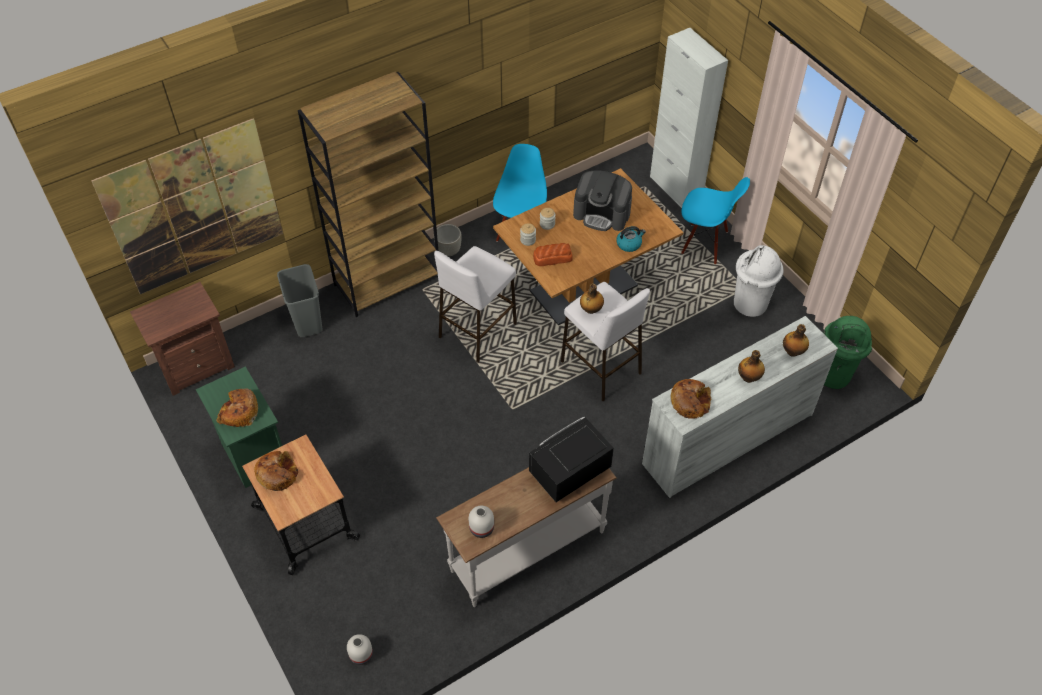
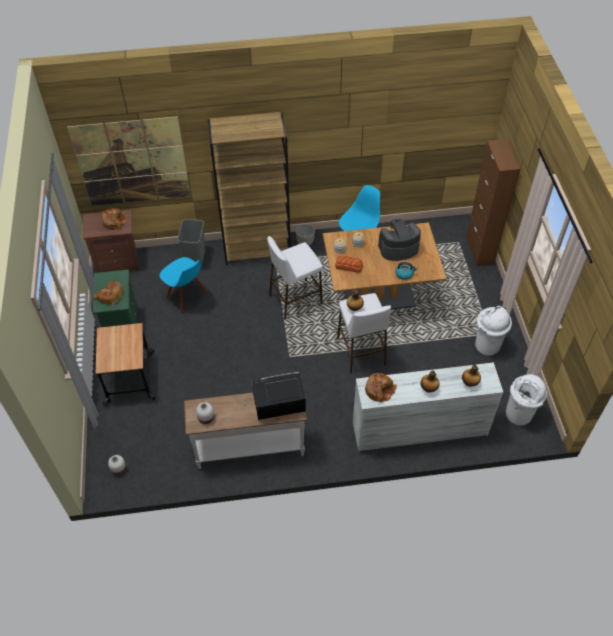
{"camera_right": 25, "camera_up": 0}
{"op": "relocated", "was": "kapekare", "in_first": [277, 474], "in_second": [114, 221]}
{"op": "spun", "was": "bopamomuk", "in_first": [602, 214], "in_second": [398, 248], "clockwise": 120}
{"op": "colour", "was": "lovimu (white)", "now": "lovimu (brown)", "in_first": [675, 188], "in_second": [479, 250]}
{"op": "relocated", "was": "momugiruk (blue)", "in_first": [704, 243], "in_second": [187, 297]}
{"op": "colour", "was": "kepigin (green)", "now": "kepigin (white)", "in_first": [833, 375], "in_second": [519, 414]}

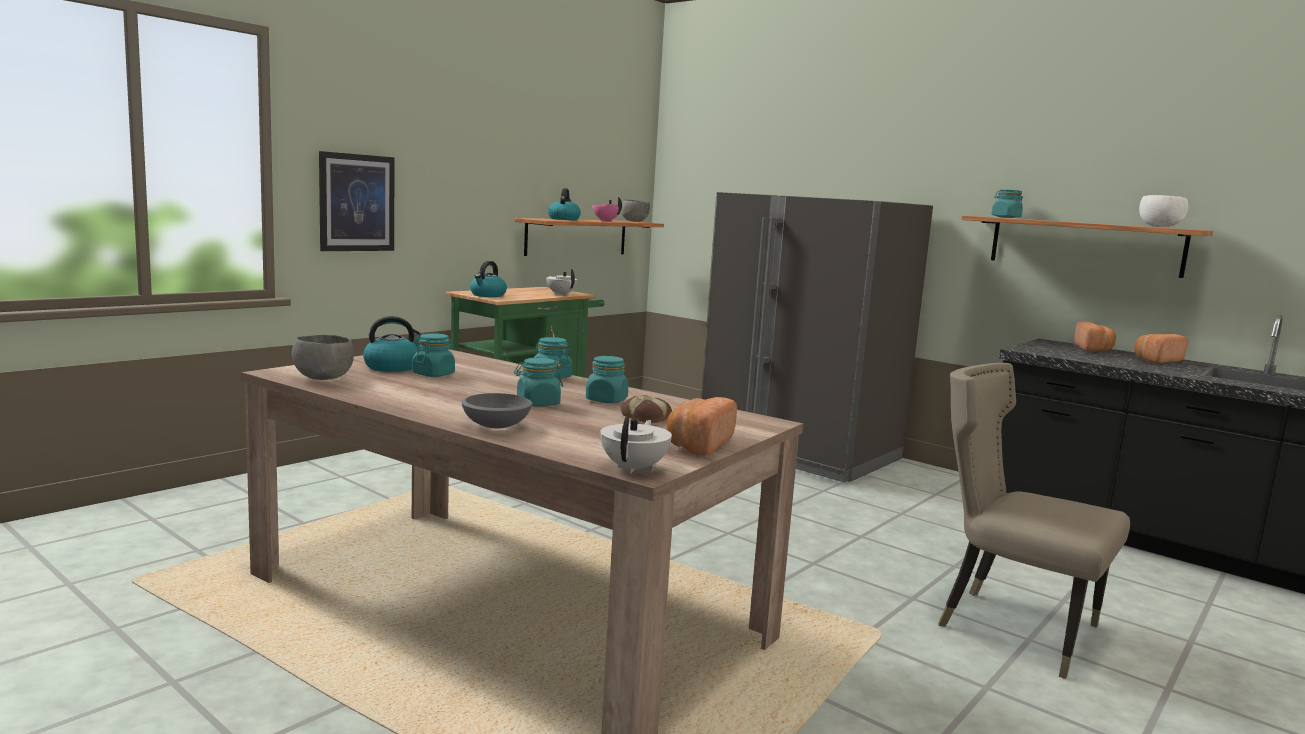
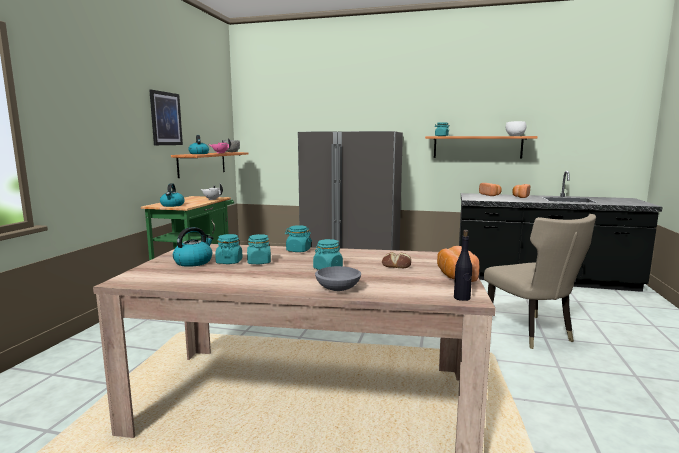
{"camera_right": -25, "camera_up": 0}
{"op": "missing", "was": "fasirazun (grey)", "in_first": [323, 378]}
{"op": "relocated", "was": "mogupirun", "in_first": [357, 203], "in_second": [166, 118]}
{"op": "relocated", "was": "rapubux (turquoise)", "in_first": [606, 400], "in_second": [259, 262]}
{"op": "exchanged", "was": "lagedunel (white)", "now": "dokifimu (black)", "in_first": [635, 468], "in_second": [462, 298]}
{"op": "spun", "was": "momugiruk (beige)", "in_first": [1010, 626], "in_second": [531, 333], "clockwise": -120}

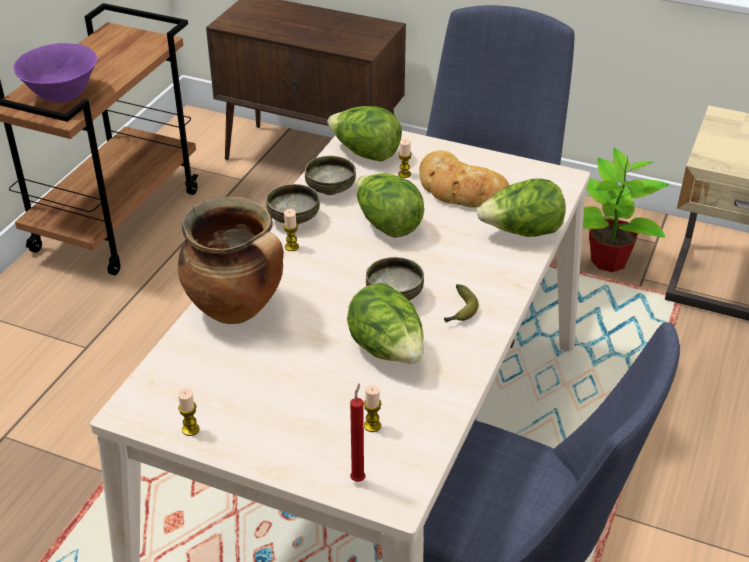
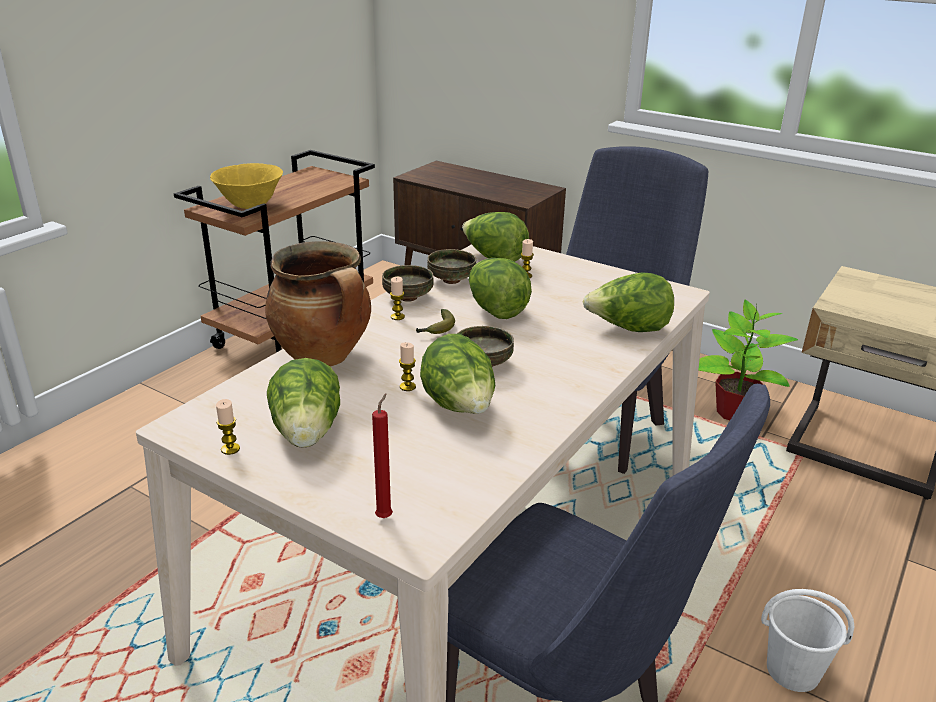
{"camera_right": 10, "camera_up": -10}
{"op": "colour", "was": "fasirazun (purple)", "now": "fasirazun (yellow)", "in_first": [62, 97], "in_second": [250, 206]}
{"op": "relocated", "was": "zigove", "in_first": [372, 425], "in_second": [407, 387]}
{"op": "missing", "was": "kapekare", "in_first": [460, 189]}
{"op": "relocated", "was": "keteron", "in_first": [460, 311], "in_second": [437, 329]}
{"op": "appeared", "now": "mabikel", "in_second": [307, 434]}
{"op": "appeared", "now": "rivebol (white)", "in_second": [793, 671]}

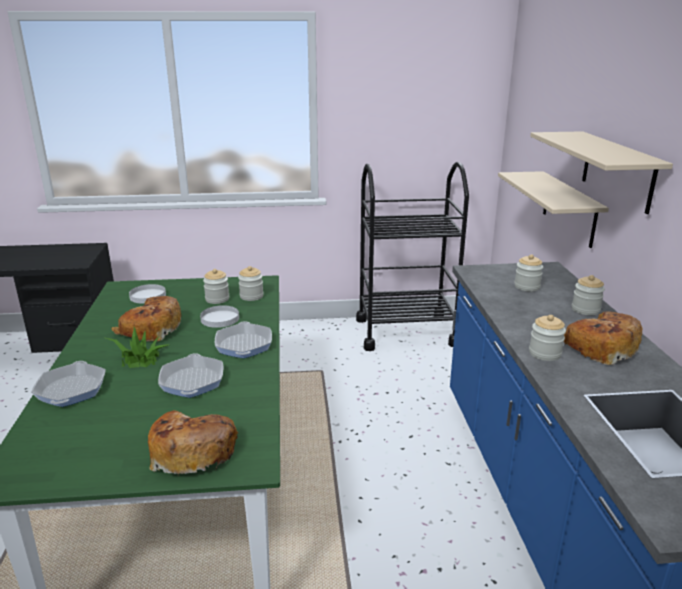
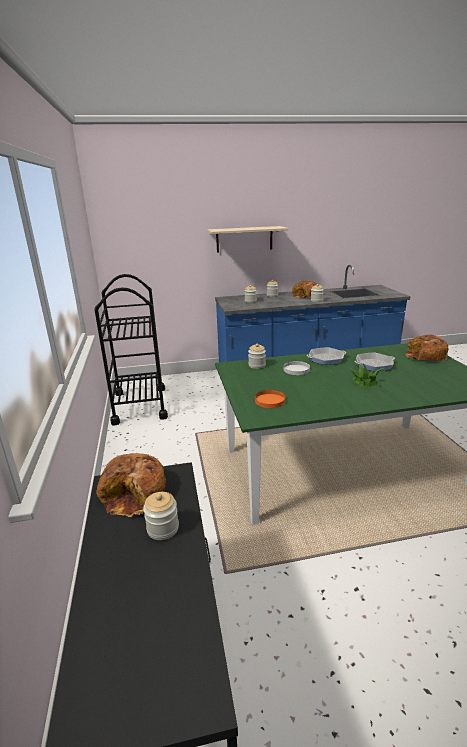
{"camera_right": -95, "camera_up": 0}
{"op": "missing", "was": "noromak", "in_first": [71, 389]}
{"op": "relocated", "was": "kapekare", "in_first": [150, 329], "in_second": [134, 493]}
{"op": "colour", "was": "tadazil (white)", "now": "tadazil (orange)", "in_first": [147, 296], "in_second": [270, 401]}
{"op": "relocated", "was": "rapubux", "in_first": [217, 299], "in_second": [163, 528]}
{"op": "missing", "was": "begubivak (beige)", "in_first": [569, 208]}

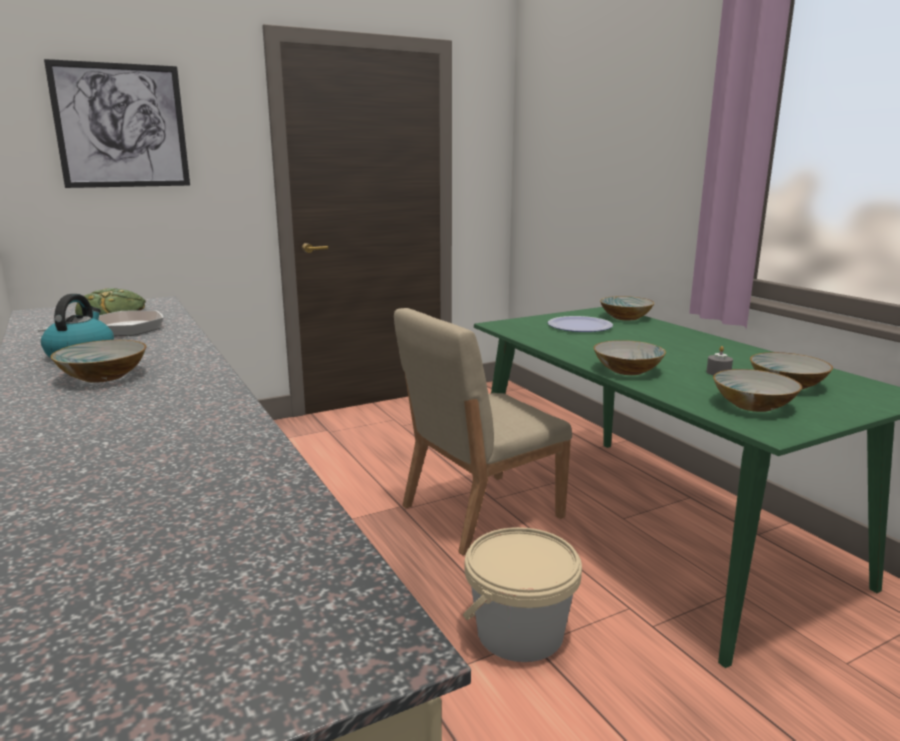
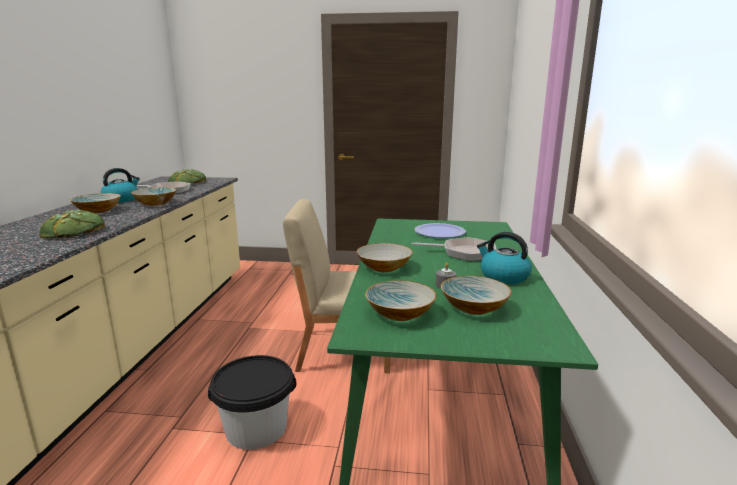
{"camera_right": 35, "camera_up": 0}
{"op": "missing", "was": "mogupirun", "in_first": [121, 126]}
{"op": "colour", "was": "rivebol (beige)", "now": "rivebol (black)", "in_first": [519, 632], "in_second": [256, 428]}
{"op": "relocated", "was": "fasirazun", "in_first": [626, 317], "in_second": [156, 203]}
{"op": "appeared", "now": "kapekare", "in_second": [74, 231]}
{"op": "appeared", "now": "noromak", "in_second": [464, 253]}
{"op": "appeared", "now": "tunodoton", "in_second": [503, 276]}

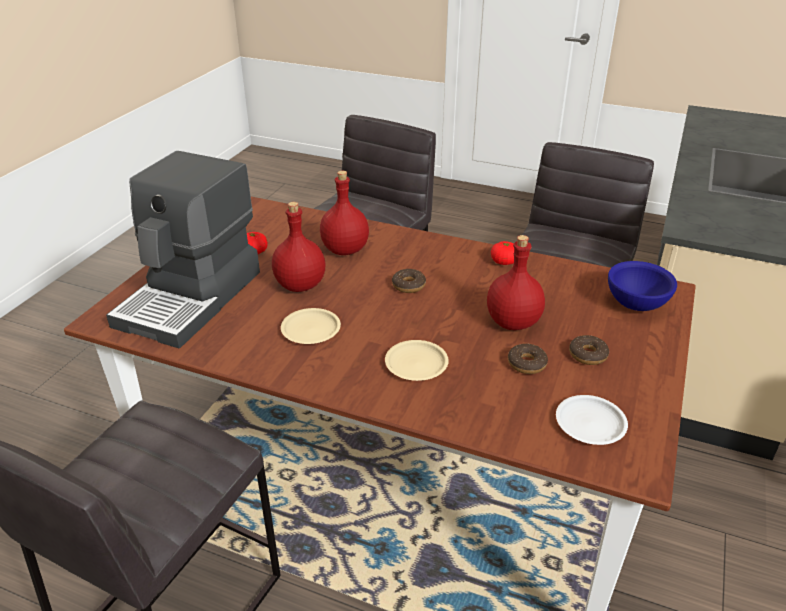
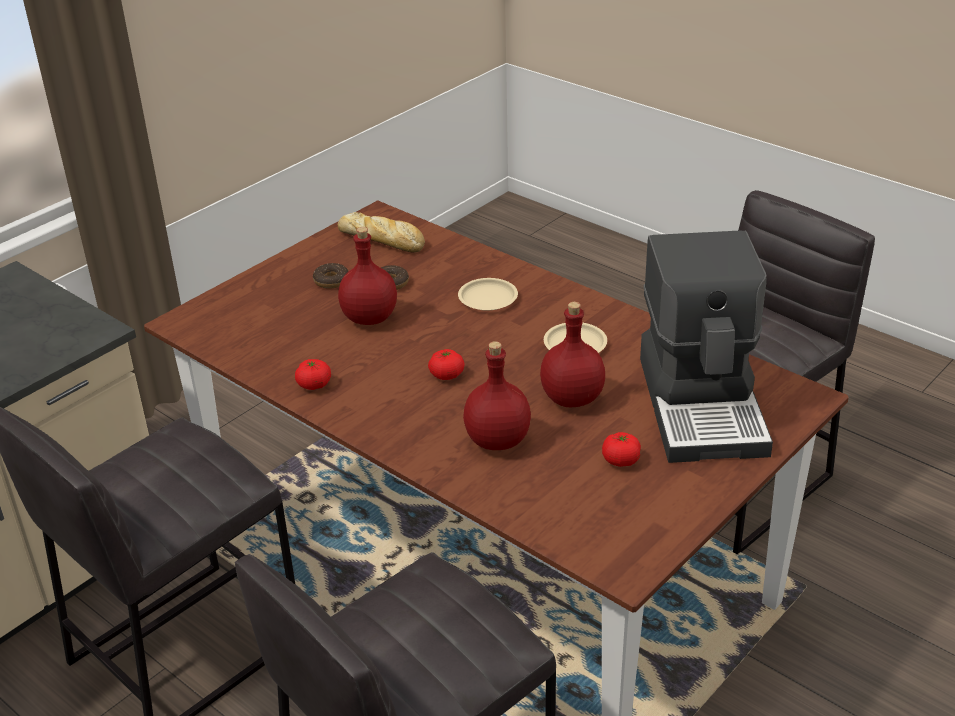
{"camera_right": -160, "camera_up": 0}
{"op": "spun", "was": "bopamomuk", "in_first": [192, 298], "in_second": [704, 404], "clockwise": 135}
{"op": "exchanged", "was": "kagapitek", "now": "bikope", "in_first": [408, 285], "in_second": [446, 375]}
{"op": "exchanged", "was": "tadazil (white)", "now": "kapekare", "in_first": [589, 423], "in_second": [383, 240]}
{"op": "missing", "was": "fasirazun (blue)", "in_first": [637, 304]}

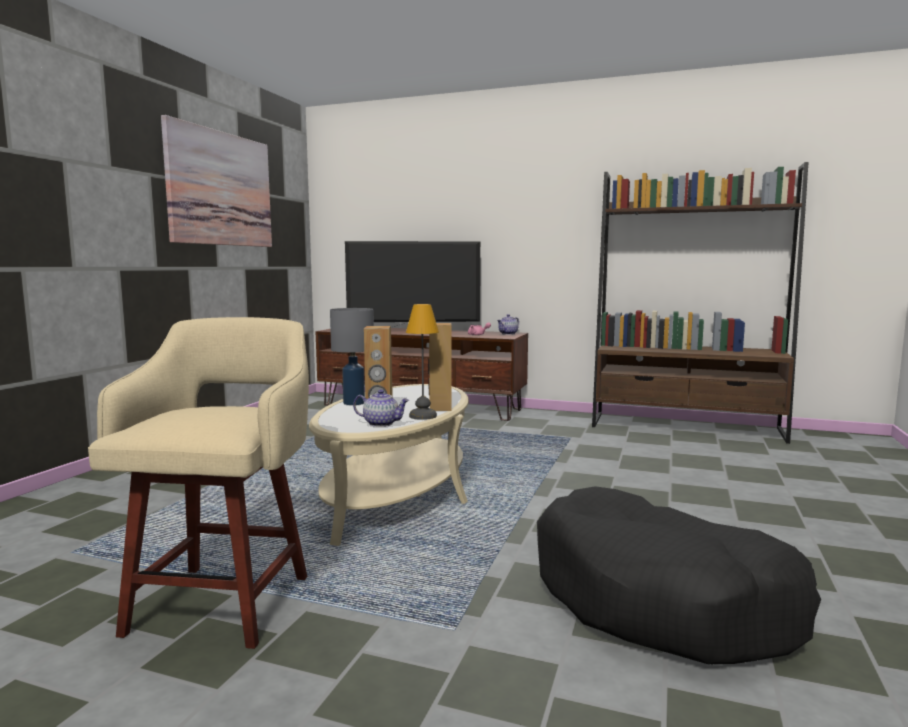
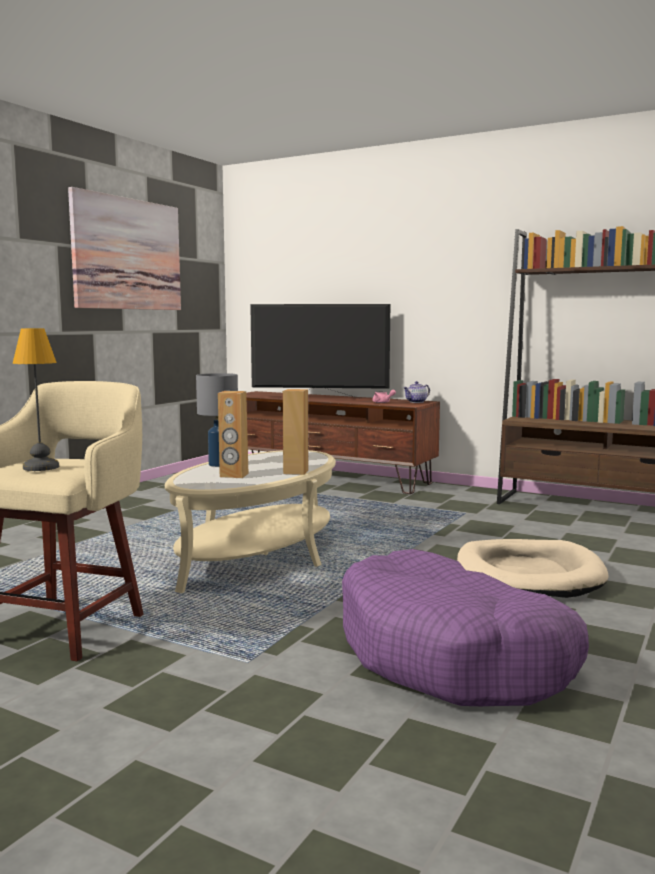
{"camera_right": 10, "camera_up": 0}
{"op": "missing", "was": "lagedunel", "in_first": [382, 423]}
{"op": "relocated", "was": "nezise", "in_first": [423, 416], "in_second": [42, 467]}
{"op": "colour", "was": "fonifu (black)", "now": "fonifu (purple)", "in_first": [662, 600], "in_second": [453, 656]}
{"op": "appeared", "now": "fonifu (beige)", "in_second": [529, 574]}

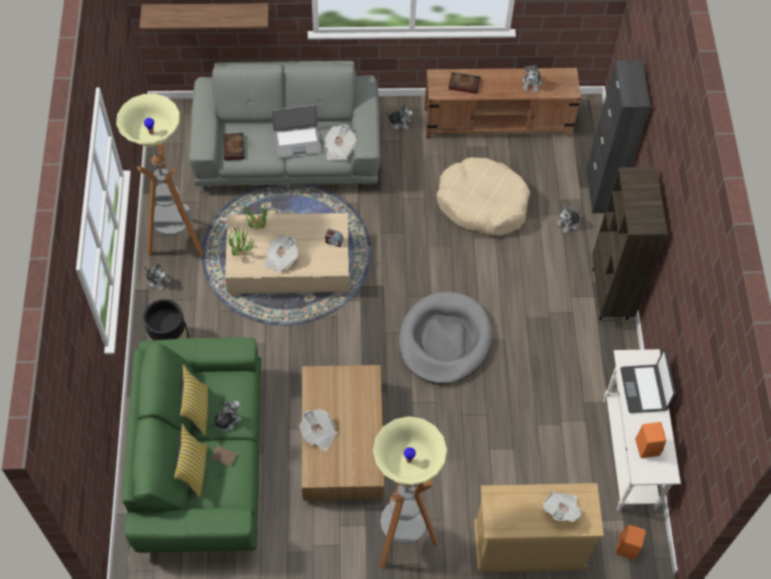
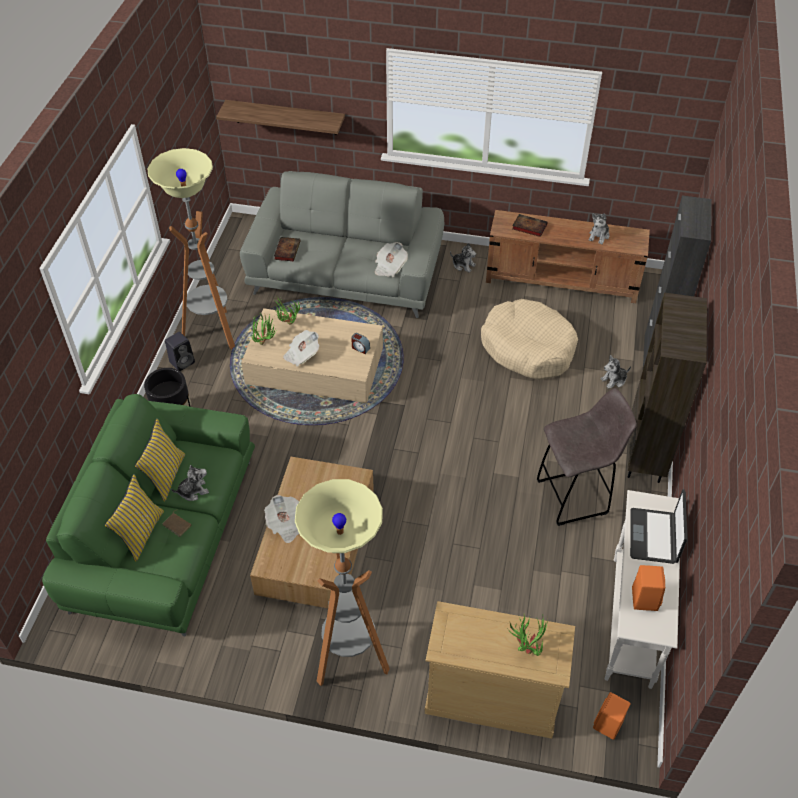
{"camera_right": 15, "camera_up": -10}
{"op": "exchanged", "was": "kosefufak", "now": "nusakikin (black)", "in_first": [158, 280], "in_second": [182, 362]}
{"op": "missing", "was": "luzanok", "in_first": [297, 142]}
{"op": "missing", "was": "fonifu (grey)", "in_first": [444, 340]}
{"op": "exchanged", "was": "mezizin", "now": "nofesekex", "in_first": [561, 509], "in_second": [525, 647]}
{"op": "appeared", "now": "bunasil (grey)", "in_second": [574, 496]}

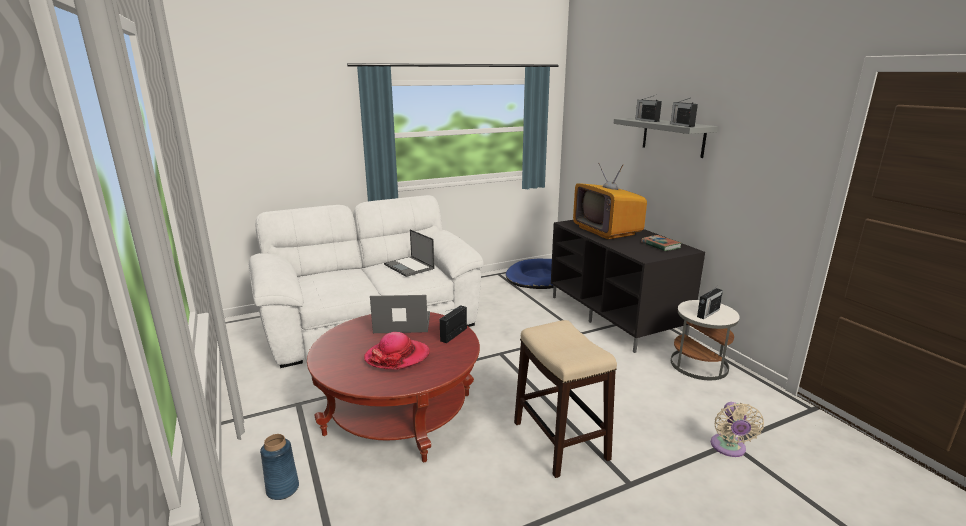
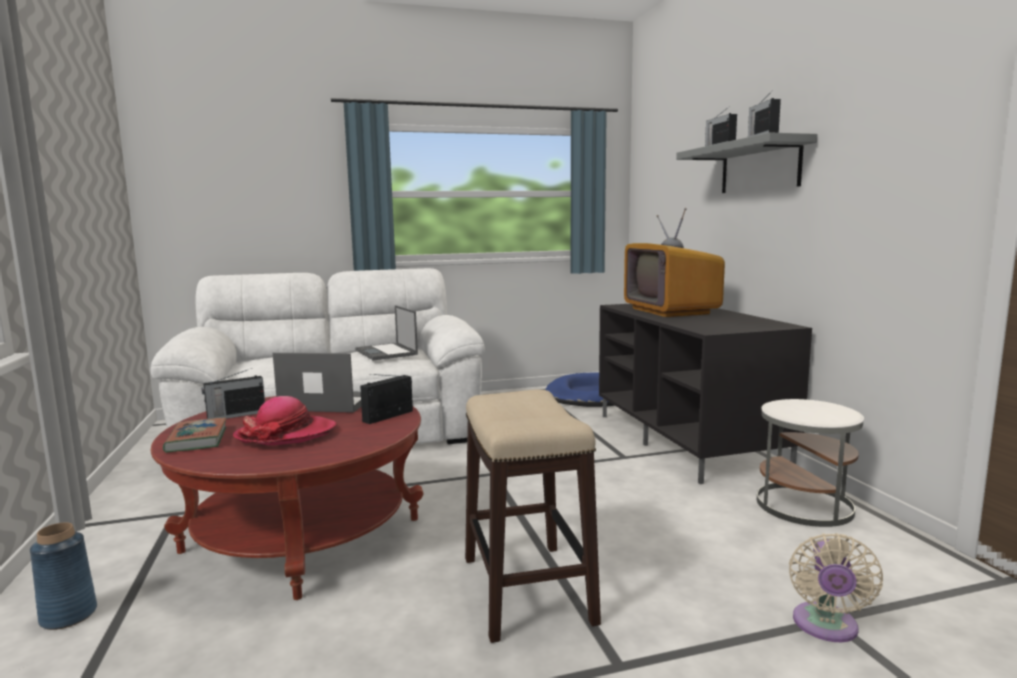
{"camera_right": 10, "camera_up": -10}
{"op": "relocated", "was": "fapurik", "in_first": [660, 245], "in_second": [197, 440]}
{"op": "relocated", "was": "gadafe", "in_first": [707, 313], "in_second": [235, 415]}

